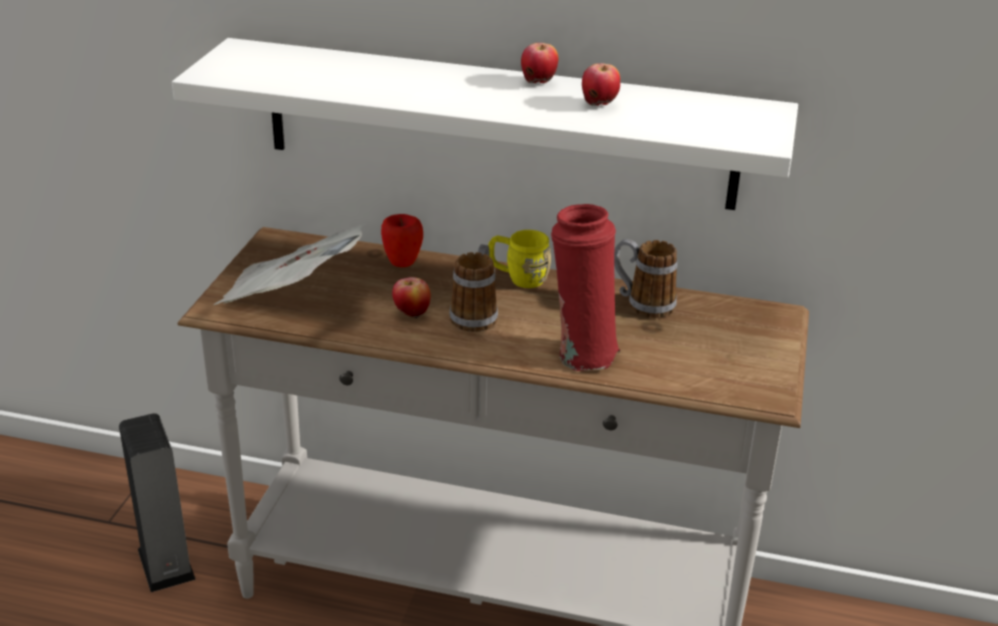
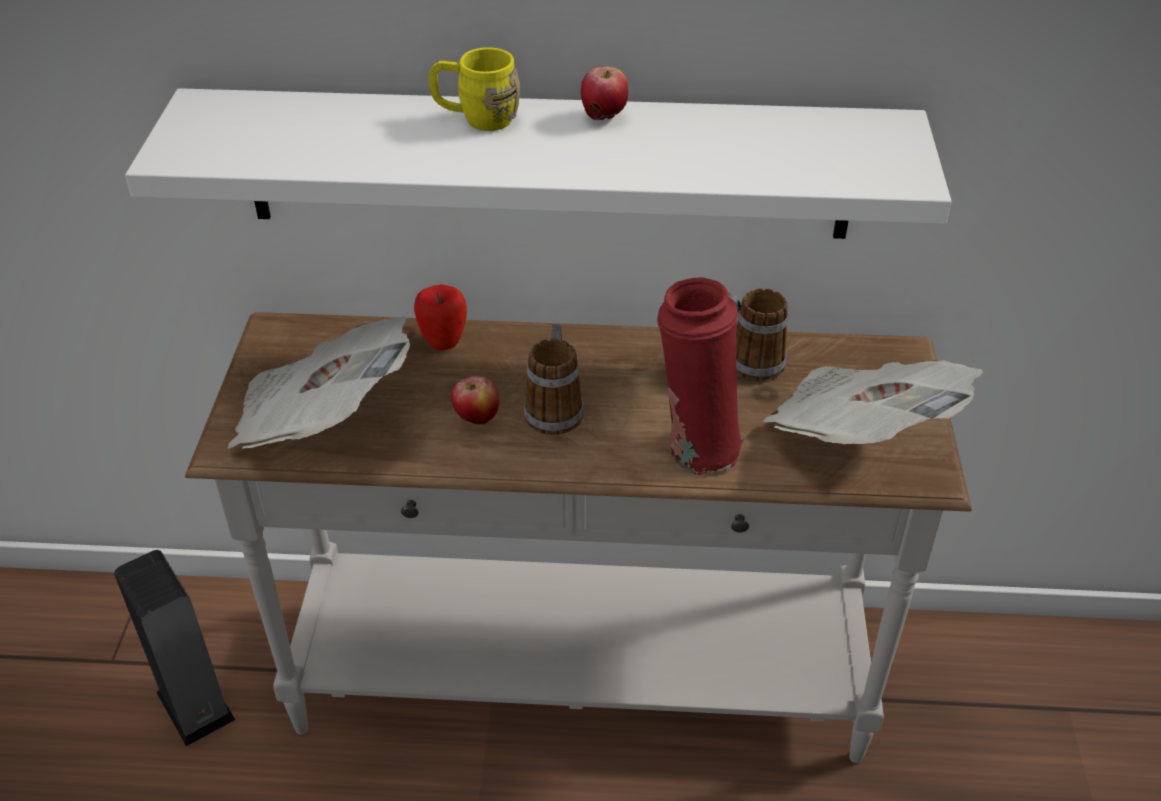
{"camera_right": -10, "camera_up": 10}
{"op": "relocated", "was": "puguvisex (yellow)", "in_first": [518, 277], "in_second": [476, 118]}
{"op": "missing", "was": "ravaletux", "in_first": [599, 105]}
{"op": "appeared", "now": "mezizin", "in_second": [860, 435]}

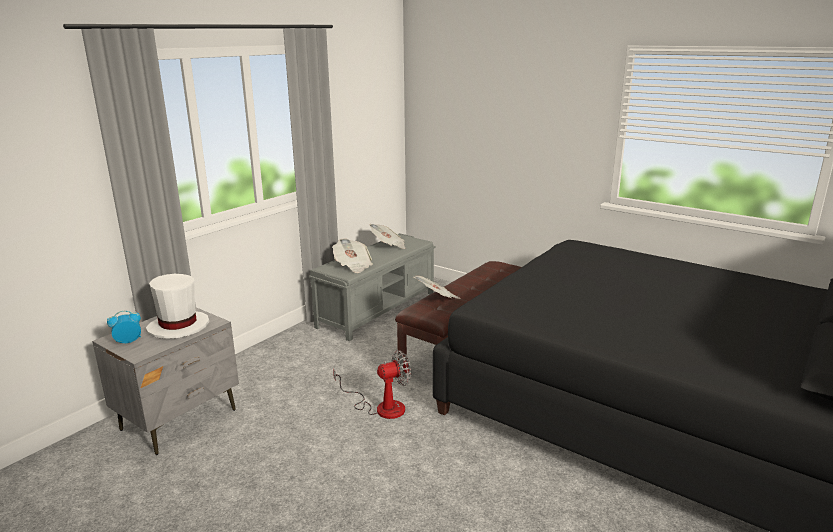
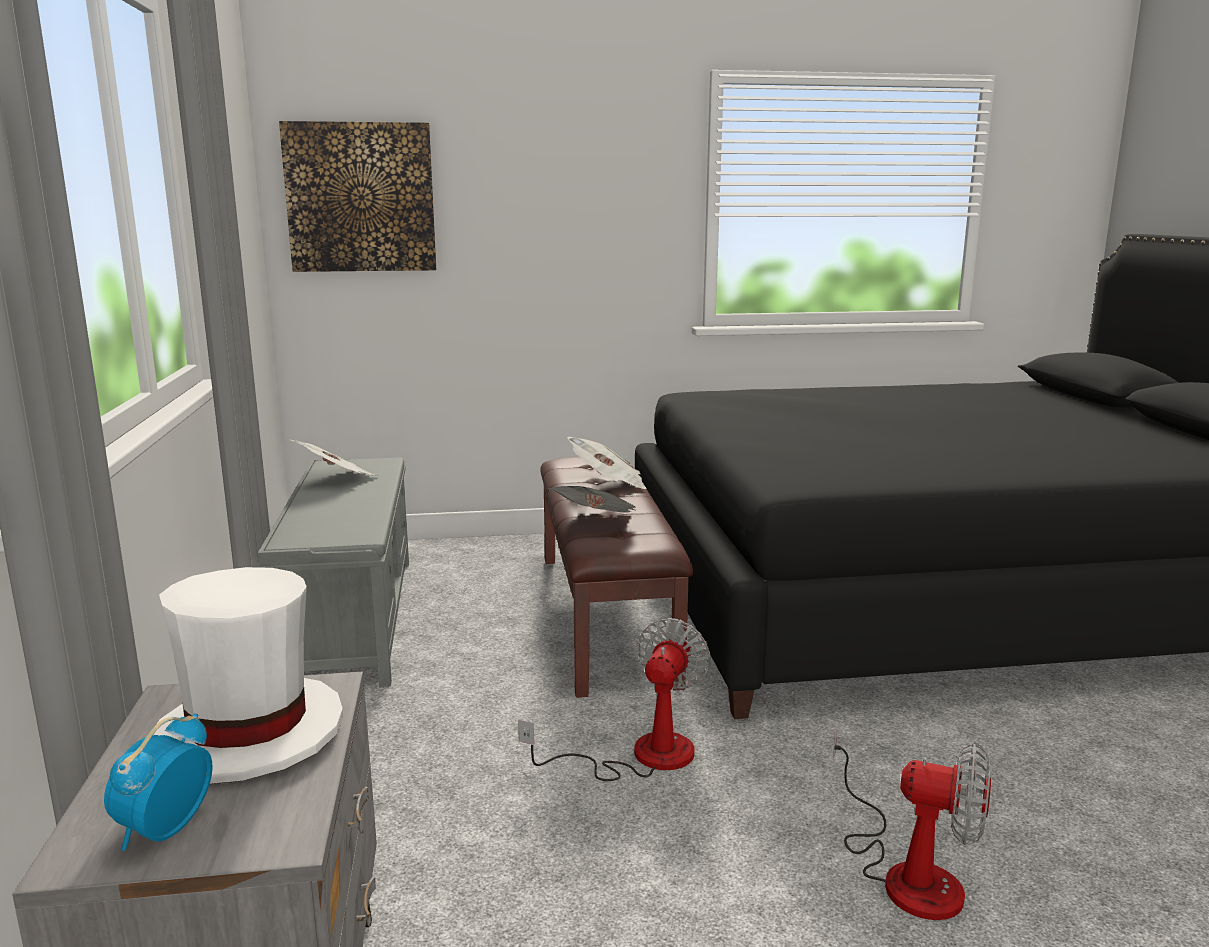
{"camera_right": -45, "camera_up": -5}
{"op": "relocated", "was": "mezizin", "in_first": [353, 266], "in_second": [608, 483]}
{"op": "appeared", "now": "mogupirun", "in_second": [360, 198]}
{"op": "appeared", "now": "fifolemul", "in_second": [907, 872]}

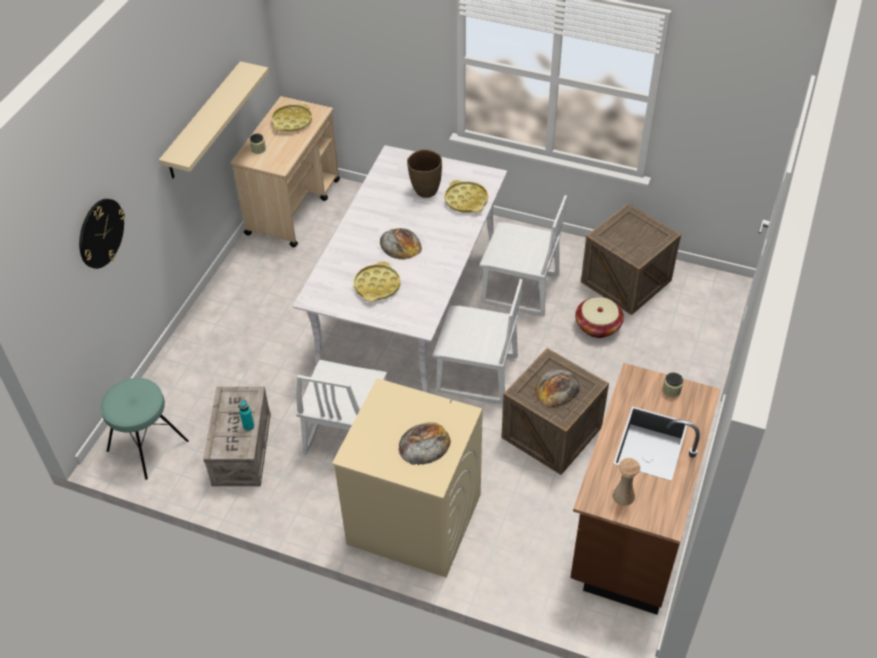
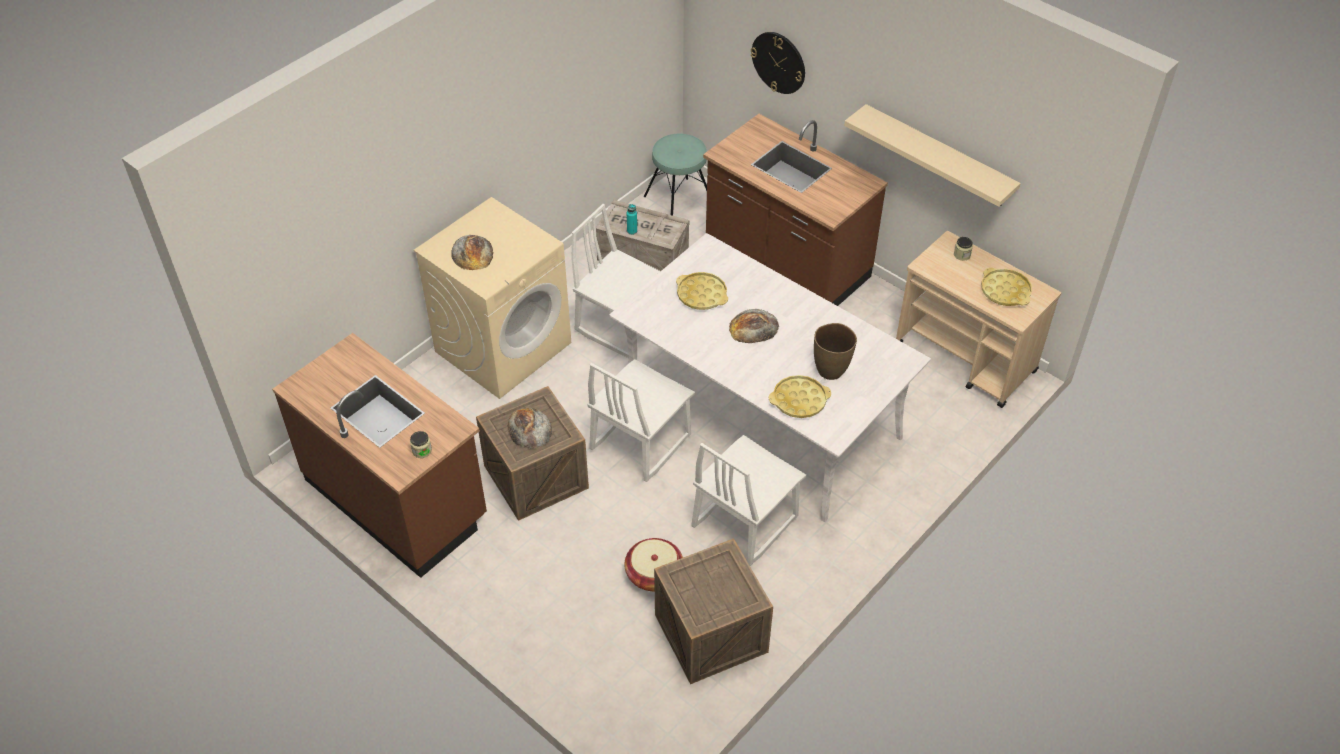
{"camera_right": 110, "camera_up": 0}
{"op": "missing", "was": "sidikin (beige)", "in_first": [623, 496]}
{"op": "appeared", "now": "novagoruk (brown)", "in_second": [786, 262]}

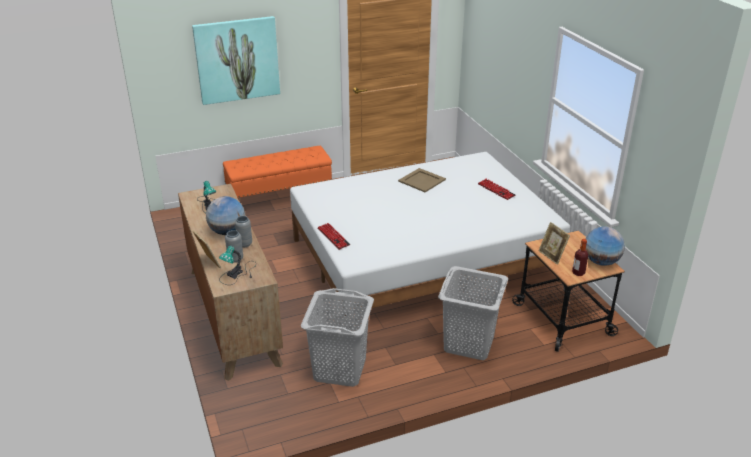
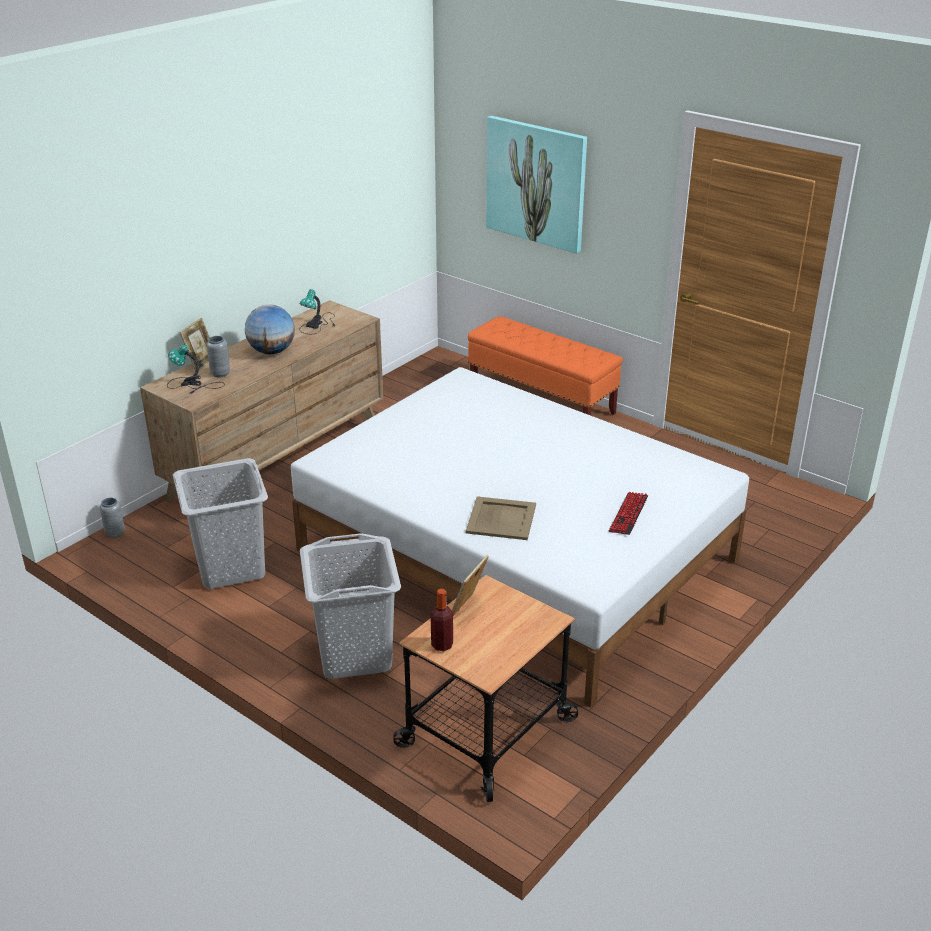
{"camera_right": 60, "camera_up": 0}
{"op": "relocated", "was": "sidikin (grey)", "in_first": [244, 244], "in_second": [115, 533]}
{"op": "missing", "was": "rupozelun", "in_first": [333, 237]}
{"op": "relocated", "was": "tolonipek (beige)", "in_first": [422, 180], "in_second": [501, 519]}
{"op": "missing", "was": "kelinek", "in_first": [601, 262]}

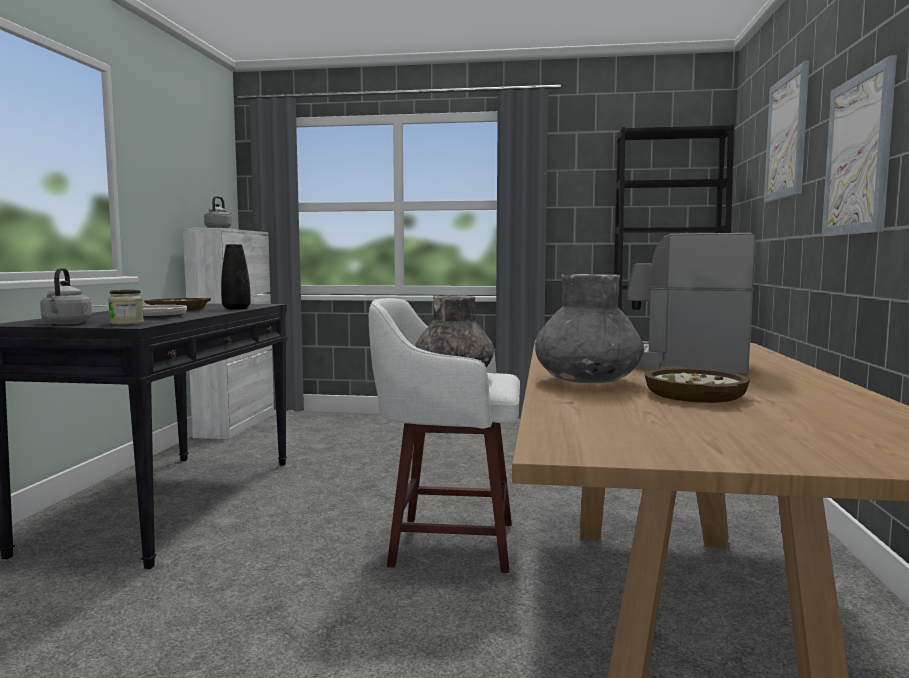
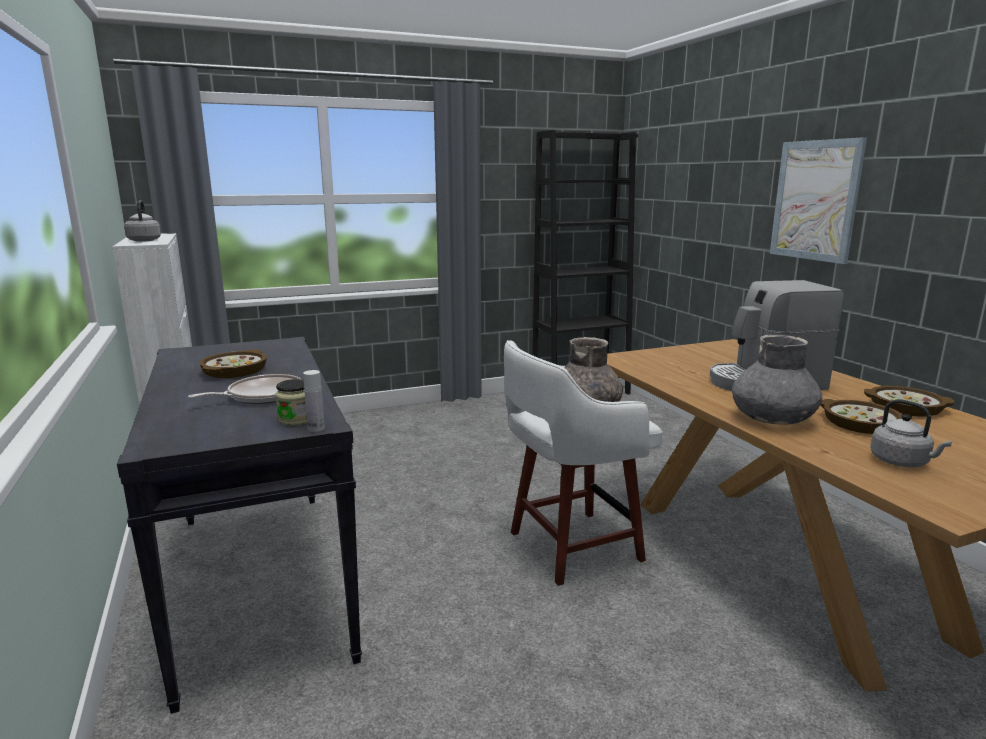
{"camera_right": -30, "camera_up": 10}
{"op": "relocated", "was": "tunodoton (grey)", "in_first": [66, 323], "in_second": [902, 462]}
{"op": "missing", "was": "sidikin (black)", "in_first": [236, 308]}
{"op": "missing", "was": "mogupirun", "in_first": [787, 137]}
{"op": "appeared", "now": "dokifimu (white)", "in_second": [316, 428]}
{"op": "appeared", "now": "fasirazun", "in_second": [905, 407]}

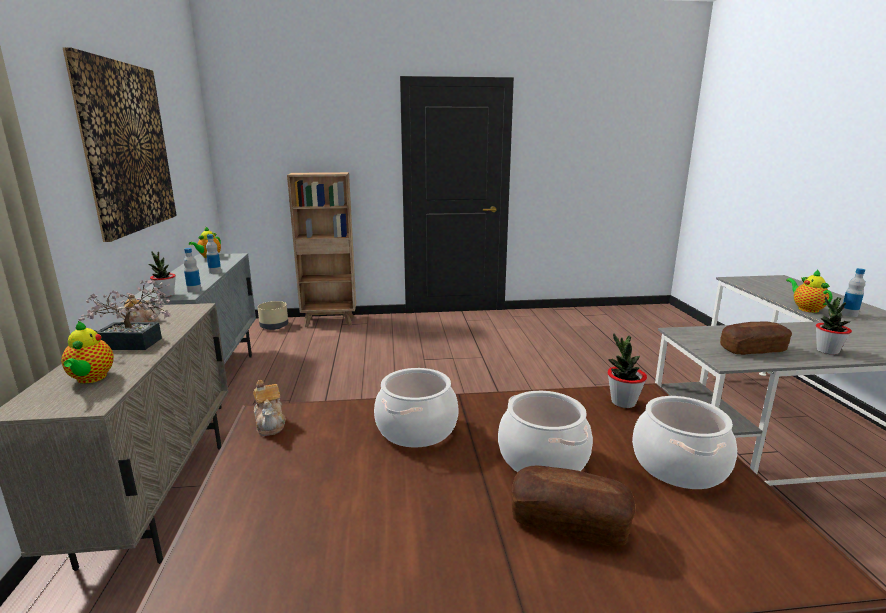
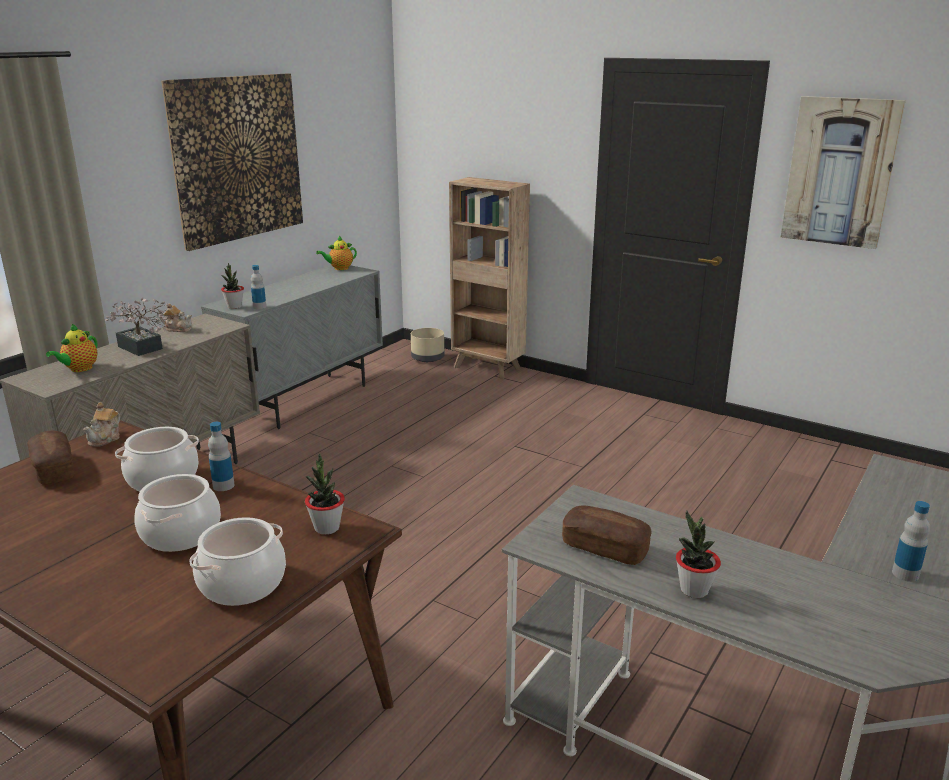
{"camera_right": 40, "camera_up": 5}
{"op": "relocated", "was": "dokifimu", "in_first": [215, 272], "in_second": [223, 486]}
{"op": "relocated", "was": "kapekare", "in_first": [569, 522], "in_second": [54, 469]}
{"op": "missing", "was": "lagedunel", "in_first": [806, 309]}
{"op": "appeared", "now": "mogupirun", "in_second": [840, 172]}

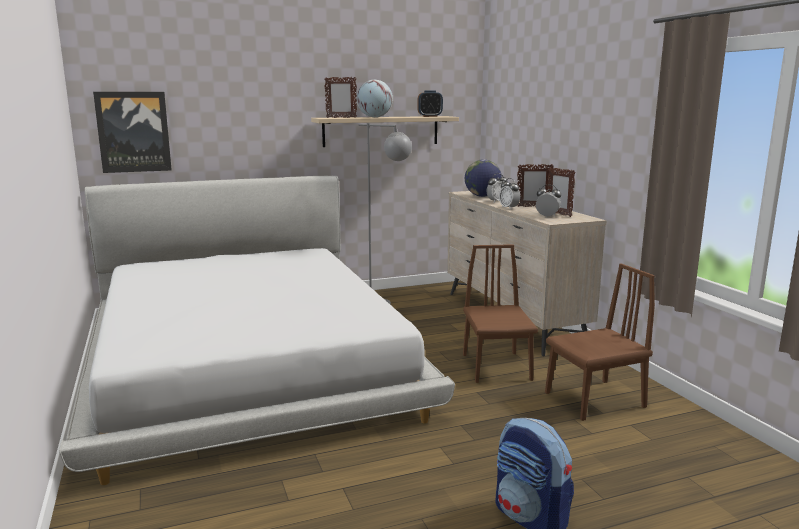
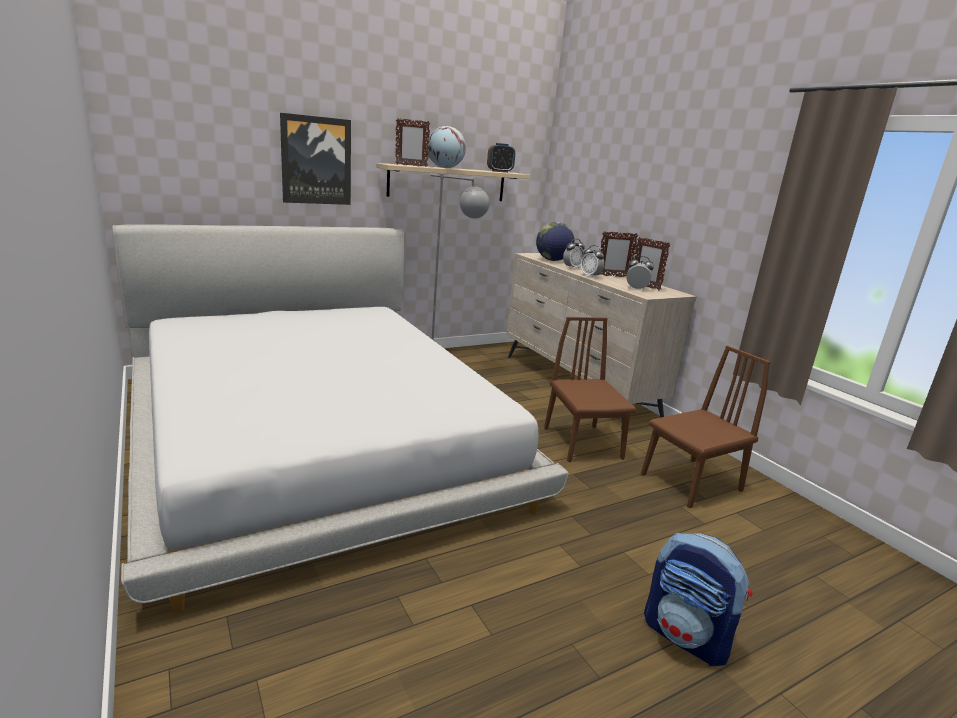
{"camera_right": -10, "camera_up": 5}
{"op": "relocated", "was": "mogupirun", "in_first": [133, 132], "in_second": [316, 160]}

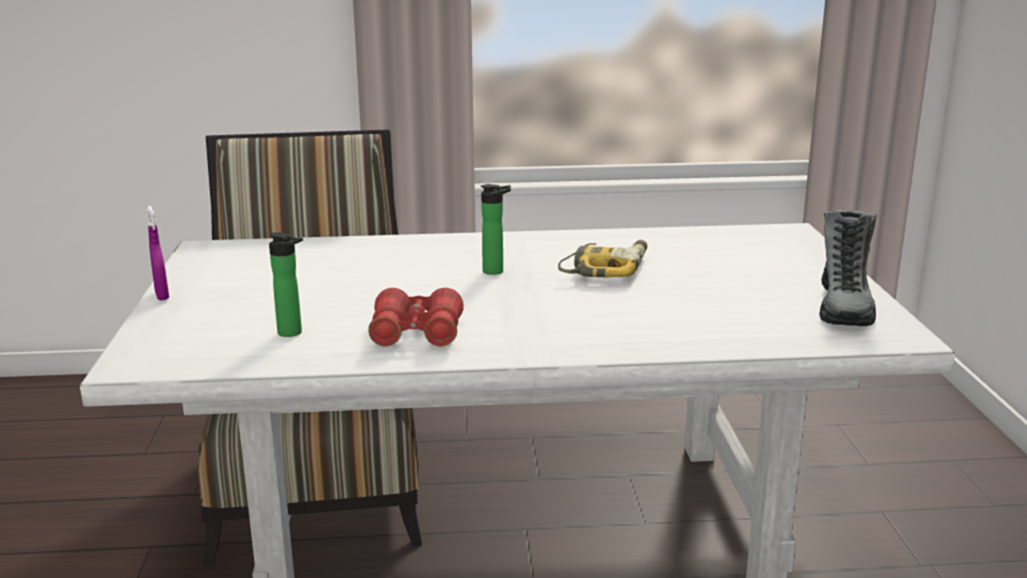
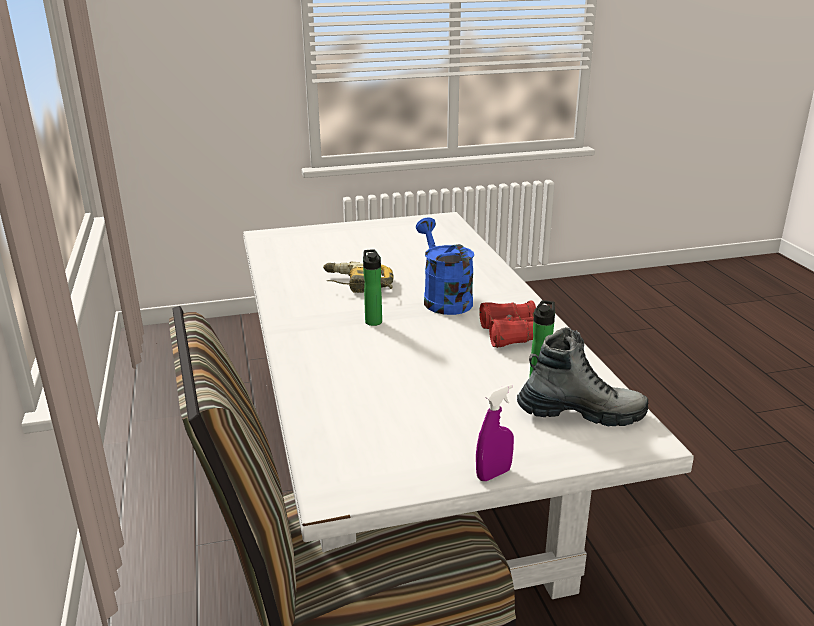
{"camera_right": -100, "camera_up": 5}
{"op": "relocated", "was": "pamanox", "in_first": [844, 307], "in_second": [581, 413]}
{"op": "appeared", "now": "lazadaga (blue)", "in_second": [443, 299]}

